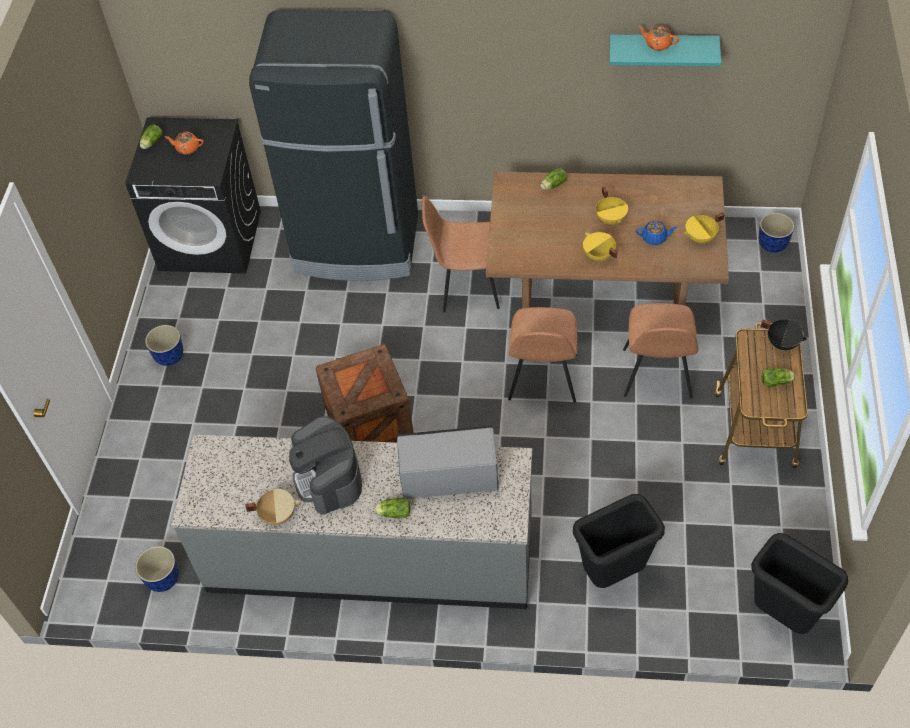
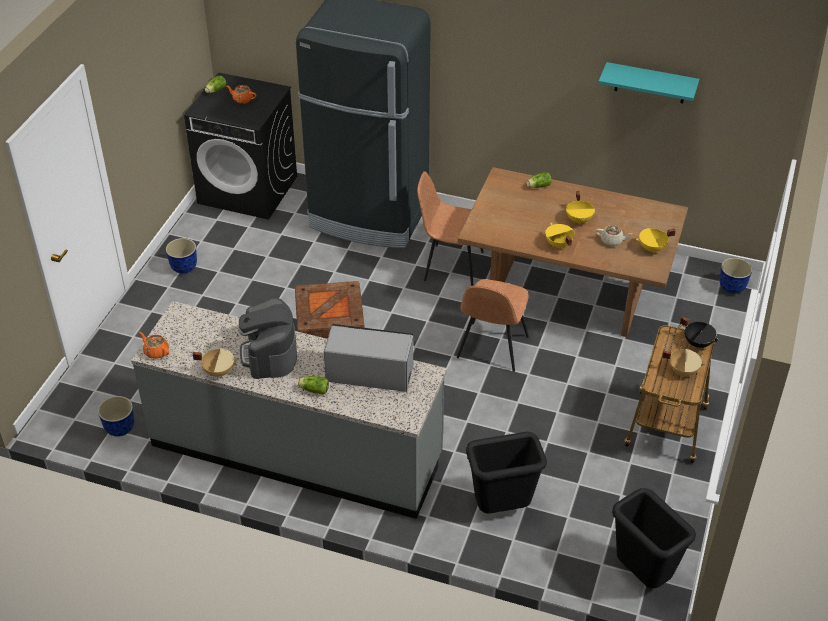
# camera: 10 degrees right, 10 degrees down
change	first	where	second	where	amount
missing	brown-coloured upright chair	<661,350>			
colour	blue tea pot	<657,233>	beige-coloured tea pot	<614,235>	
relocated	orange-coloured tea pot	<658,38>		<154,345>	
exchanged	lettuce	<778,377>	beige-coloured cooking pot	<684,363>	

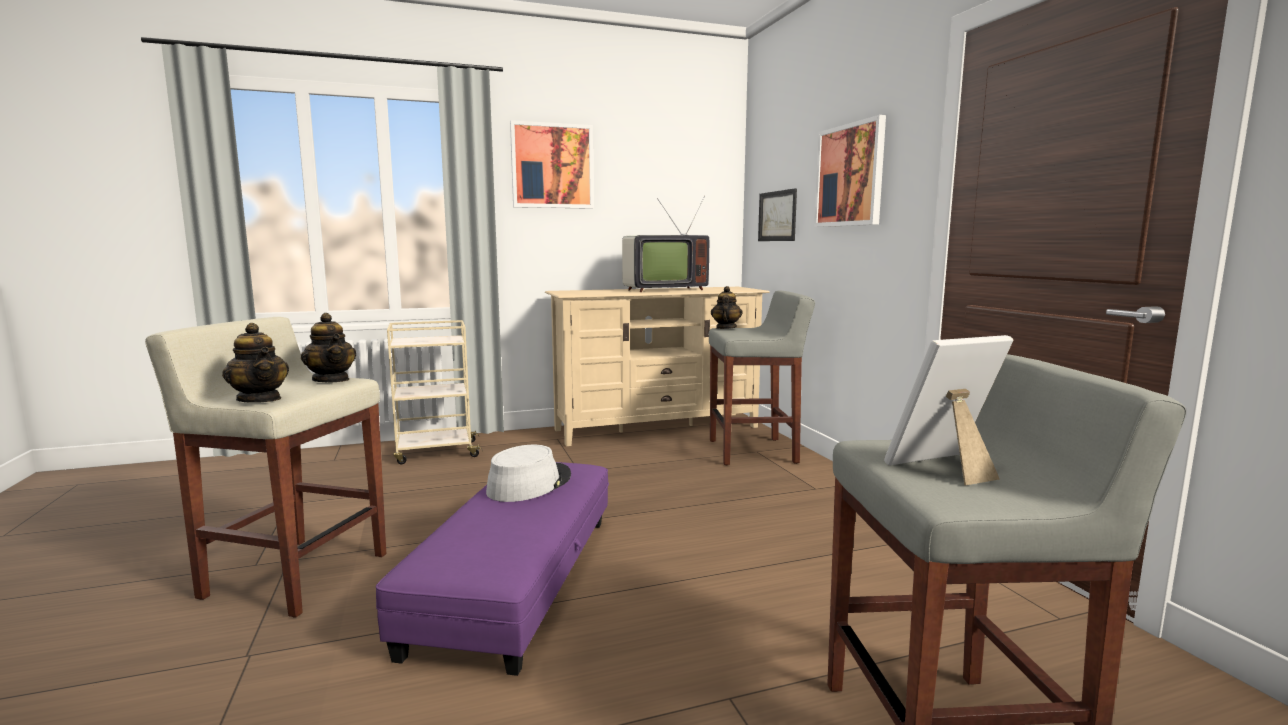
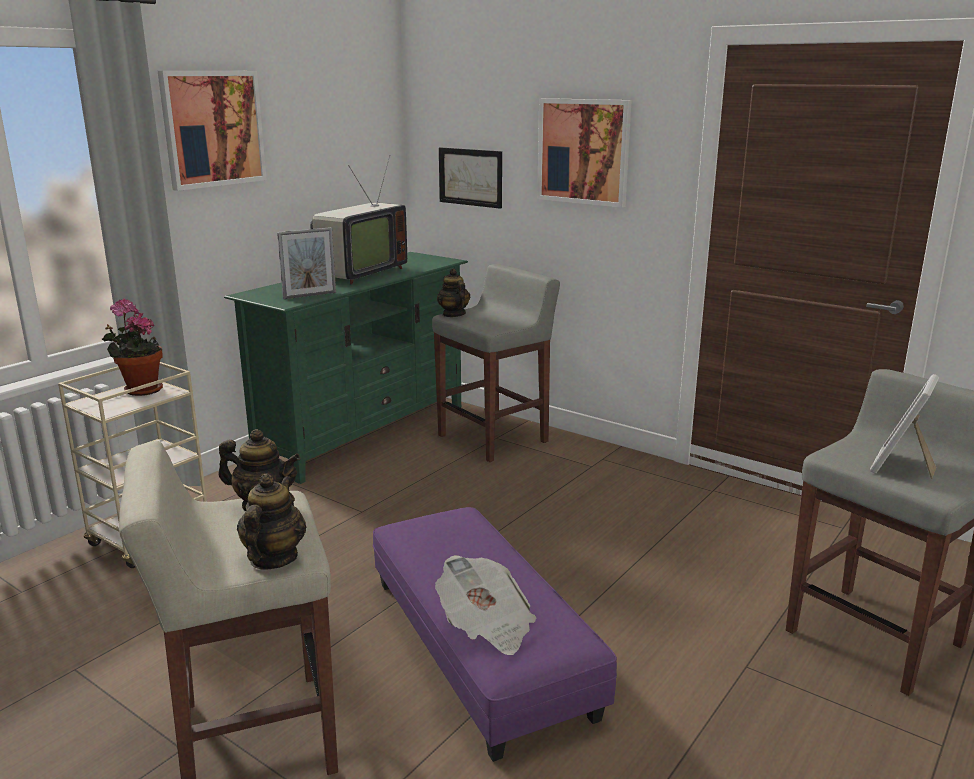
# camera: 35 degrees left, 10 degrees up
change	first	where	second	where	amount
spun	tea pot	<255,363>		<271,521>	90 degrees counterclockwise
missing	gray wearable hat	<528,473>			
colour	beige-coloured tv stand	<657,366>	green-coloured tv stand	<346,368>	
appeared			plant in a pot	<132,347>	
appeared			photo frame	<306,263>	
appeared			newspaper	<485,605>	

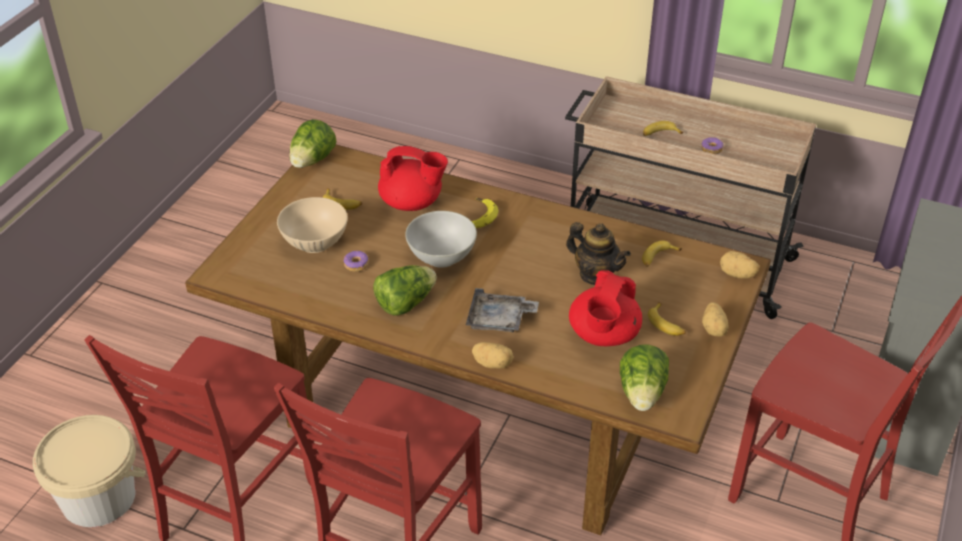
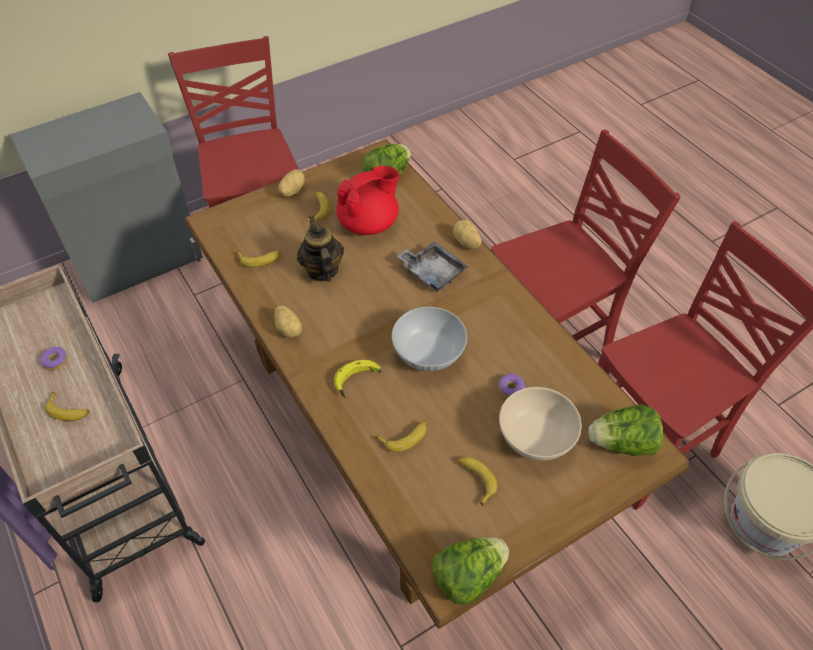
# camera: 145 degrees left, 10 degrees up
change	first	where	second	where	amount
relocated	lettuce	<405,290>		<625,430>	
exchanged	reddish tea pot	<413,178>	banana fruit	<401,436>	
relocated	potato	<740,265>		<288,321>	

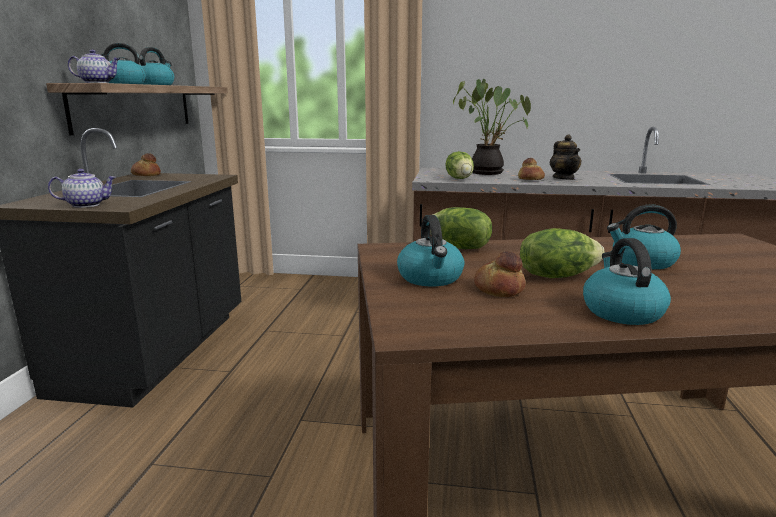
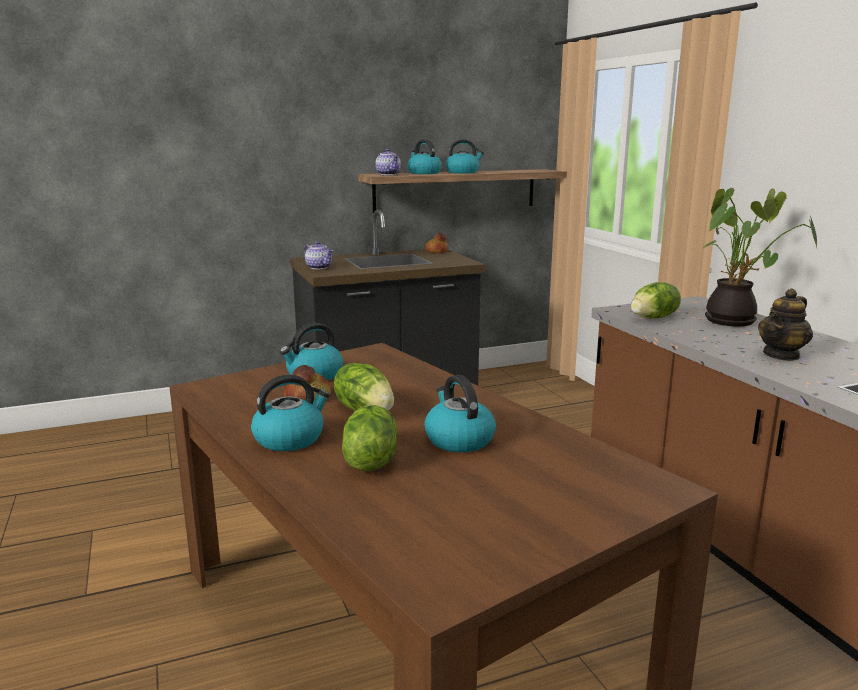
# camera: 60 degrees right, 0 degrees up
change	first	where	second	where	amount
relocated	lettuce	<461,228>		<369,438>	
missing	baked bread	<531,169>			

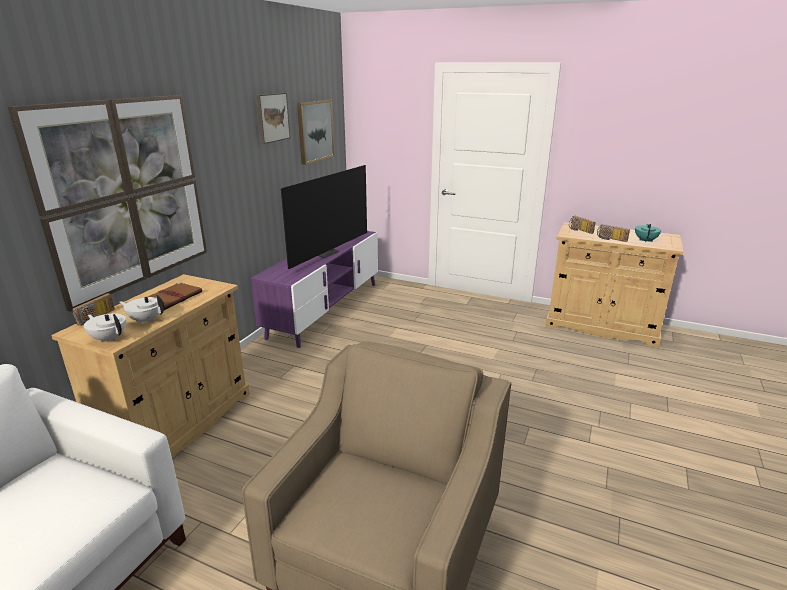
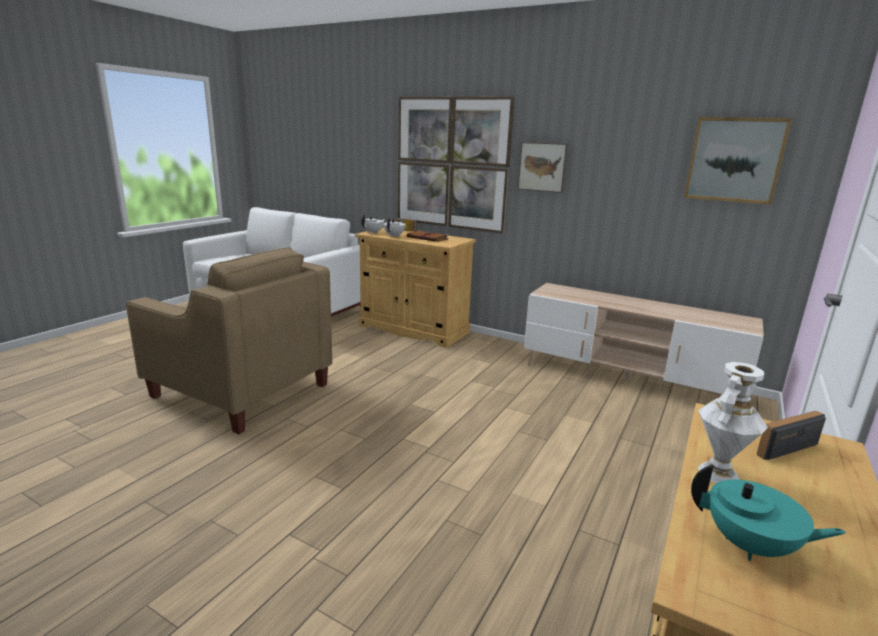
# camera: 95 degrees right, 5 degrees down
change	first	where	second	where	amount
colour	purple tv stand	<314,289>	beige-coloured tv stand	<644,338>	
relocated	wall picture	<272,118>		<543,167>	
missing	TV	<324,217>			
exchanged	radio set	<613,233>	white vase	<733,422>	

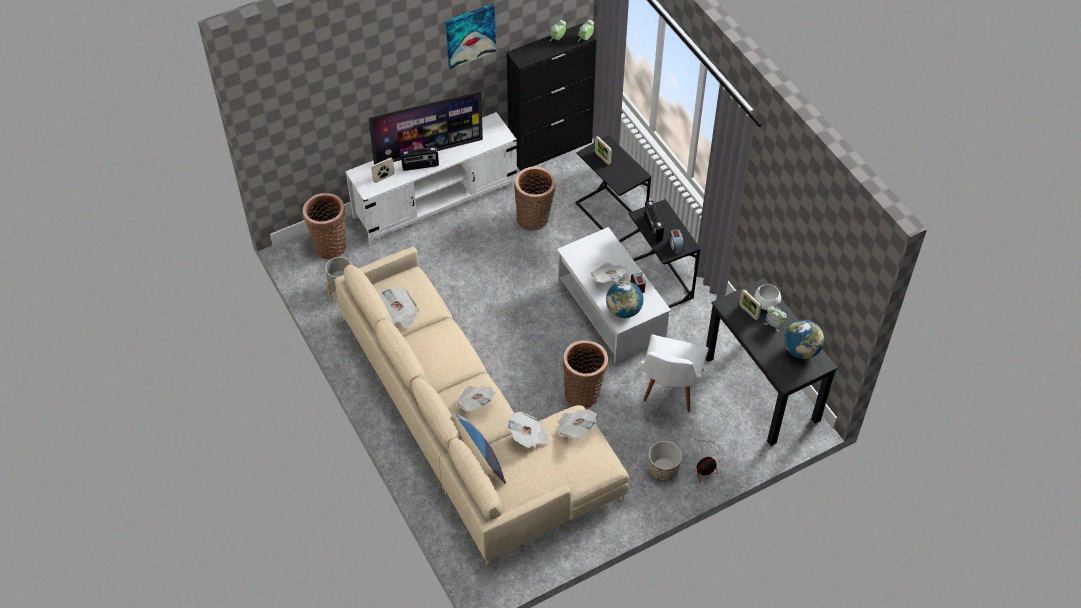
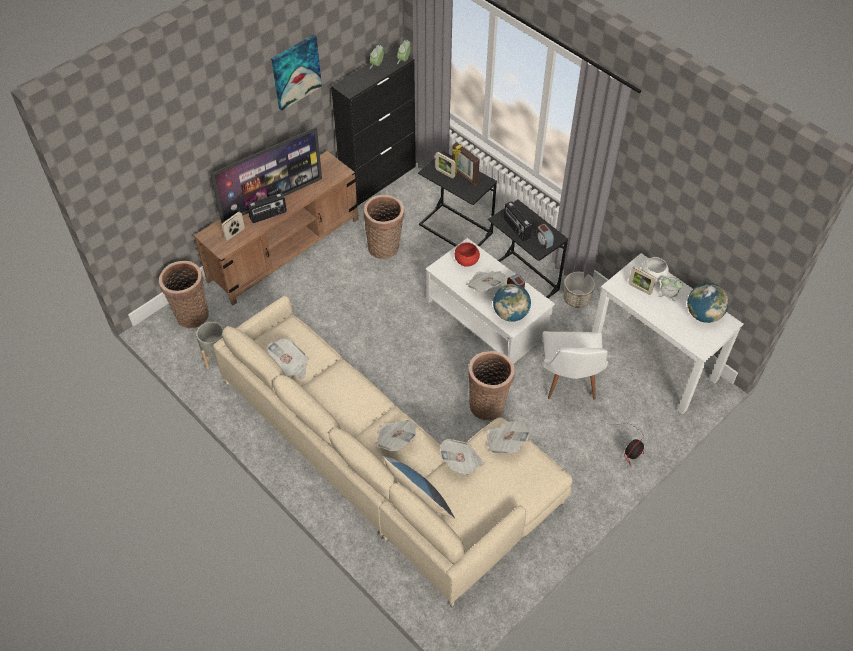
# camera: 15 degrees left, 0 degrees up
change	first	where	second	where	amount
colour	white tv stand	<431,179>	brown-coloured tv stand	<276,228>	
relocated	planter	<665,461>		<579,290>	
colour	black-coloured desk unit	<772,362>	white desk unit	<667,333>	
appeared			photo frame	<466,164>	
appeared			reddish serving bowl	<467,254>	

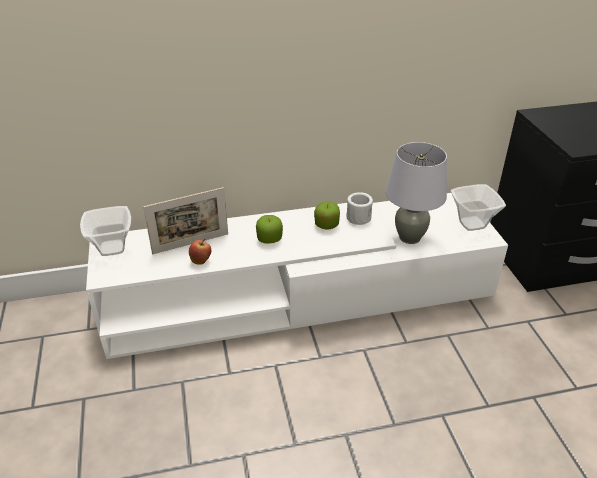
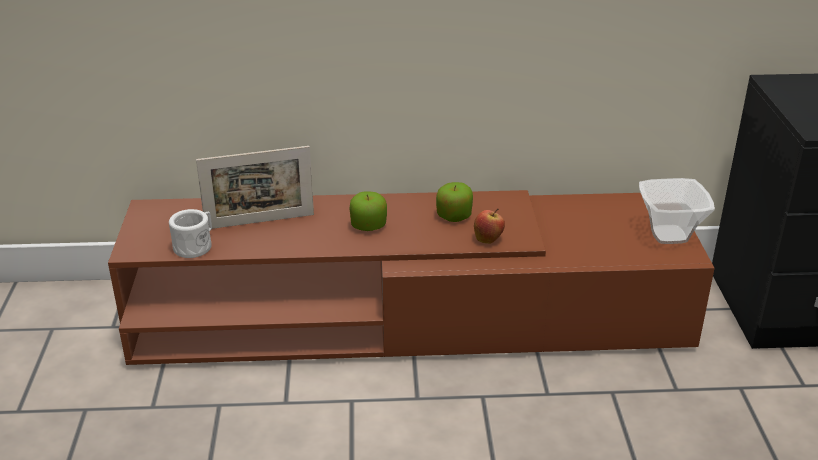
# camera: 10 degrees right, 5 degrees down
change	first	where	second	where	amount
missing	serving bowl	<105,231>			
colour	white tv stand	<297,276>	brown-coloured tv stand	<411,277>	
relocated	apple fruit	<200,252>		<489,226>	
relocated	white coffee mug	<359,208>		<190,233>	
missing	gray table lamp	<416,193>			

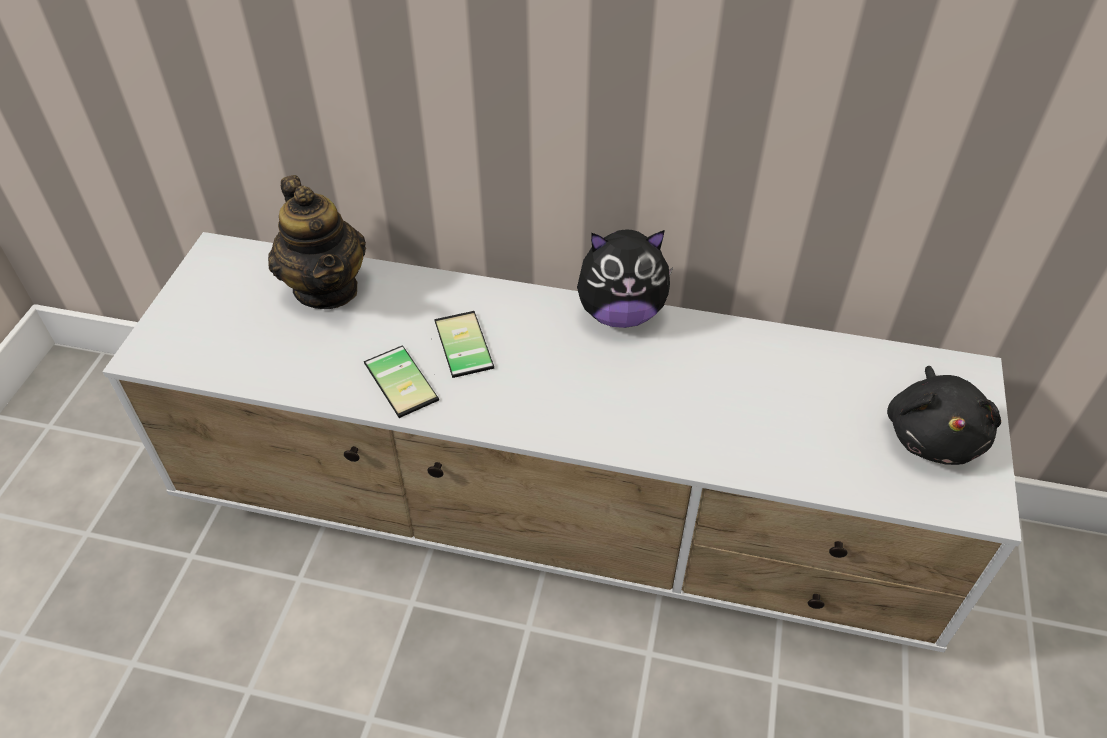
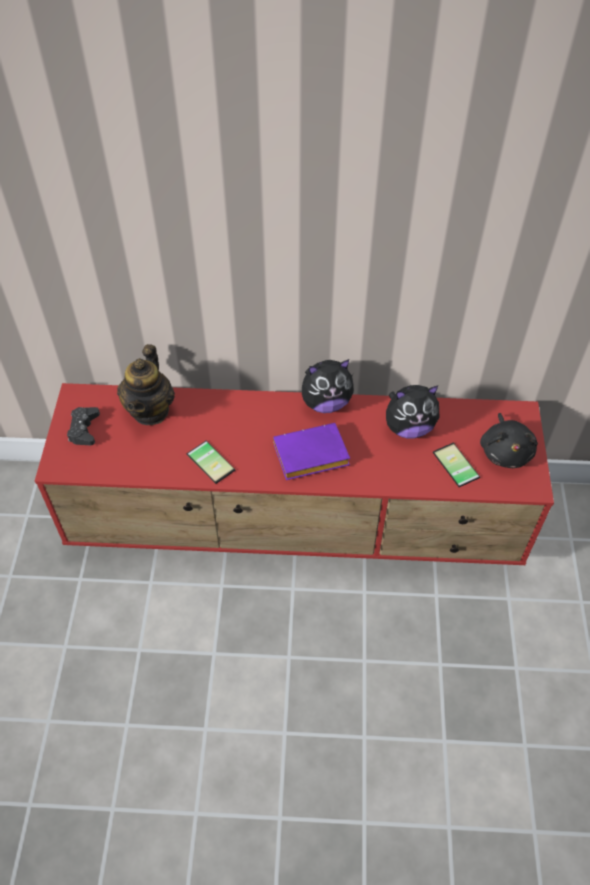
# camera: 10 degrees left, 5 degrees up
change	first	where	second	where	amount
colour	white tv stand	<562,442>	reddish tv stand	<294,474>	
spun	tea pot	<317,242>		<146,384>	45 degrees clockwise
relocated	handset	<464,344>		<456,464>	
appeared			black-coloured game controller	<83,426>	
appeared			purple volume	<311,451>	
appeared			soft toy	<412,412>	

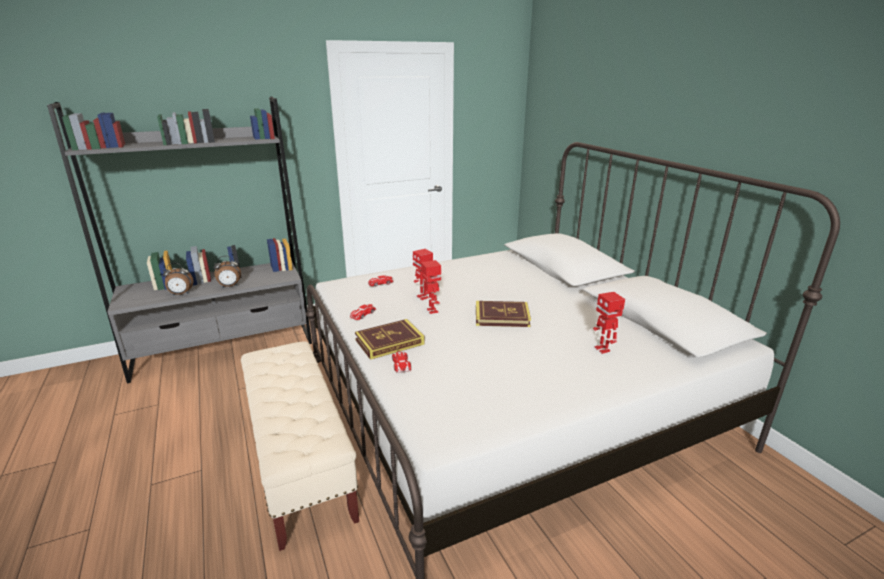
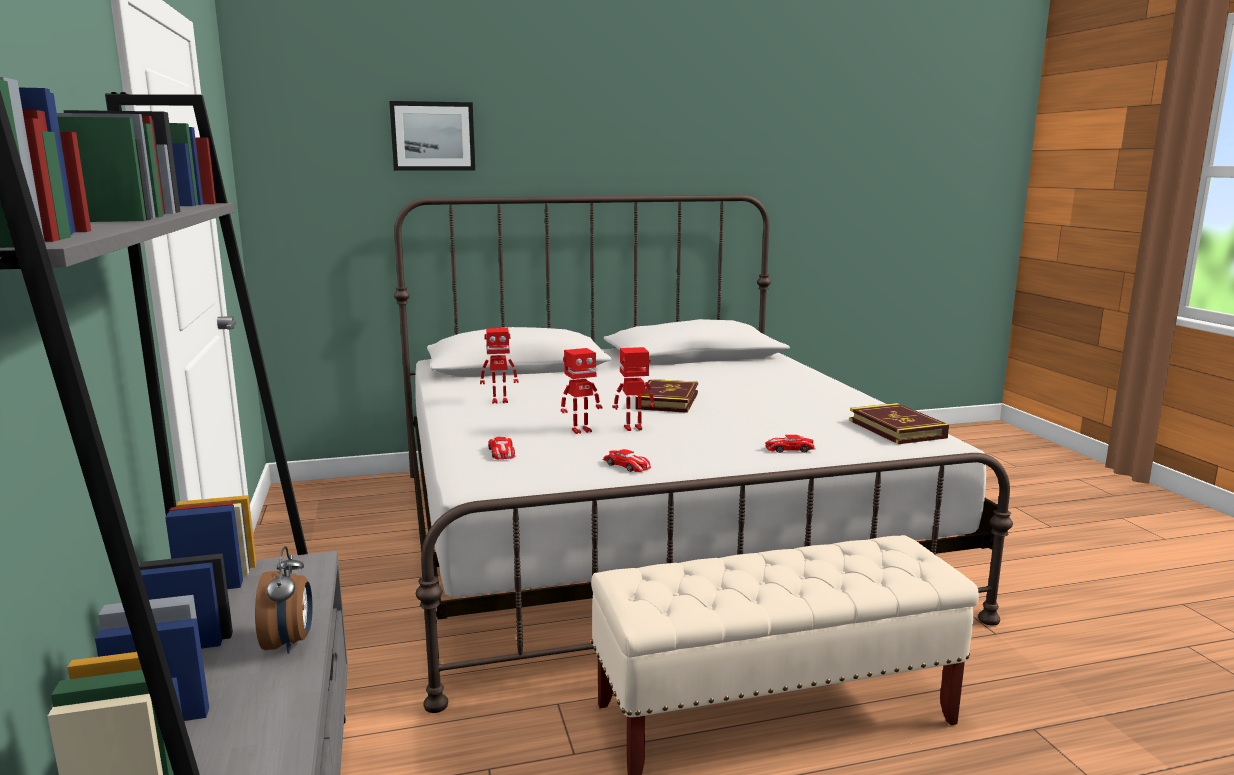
# camera: 80 degrees left, 10 degrees down
change	first	where	second	where	amount
missing	bedside clock	<178,279>			
relocated	volume	<390,339>		<899,423>	
relocated	toy robot	<609,323>		<499,366>	
appeared			wall picture	<432,136>	

